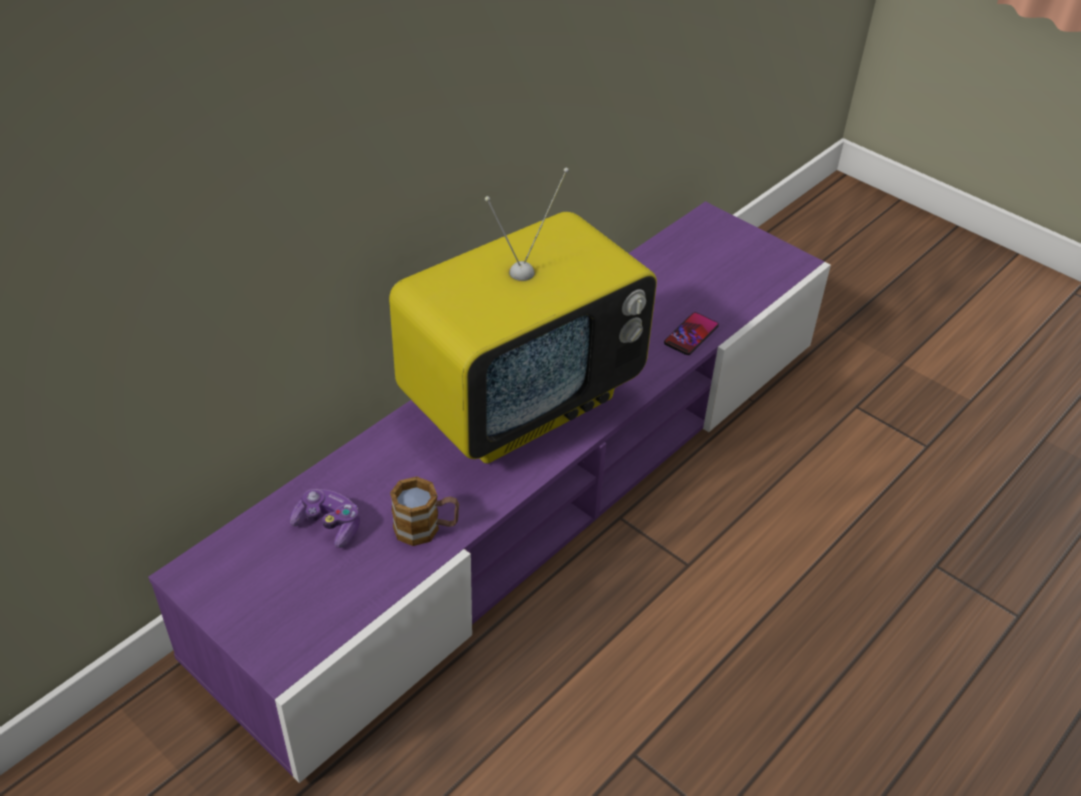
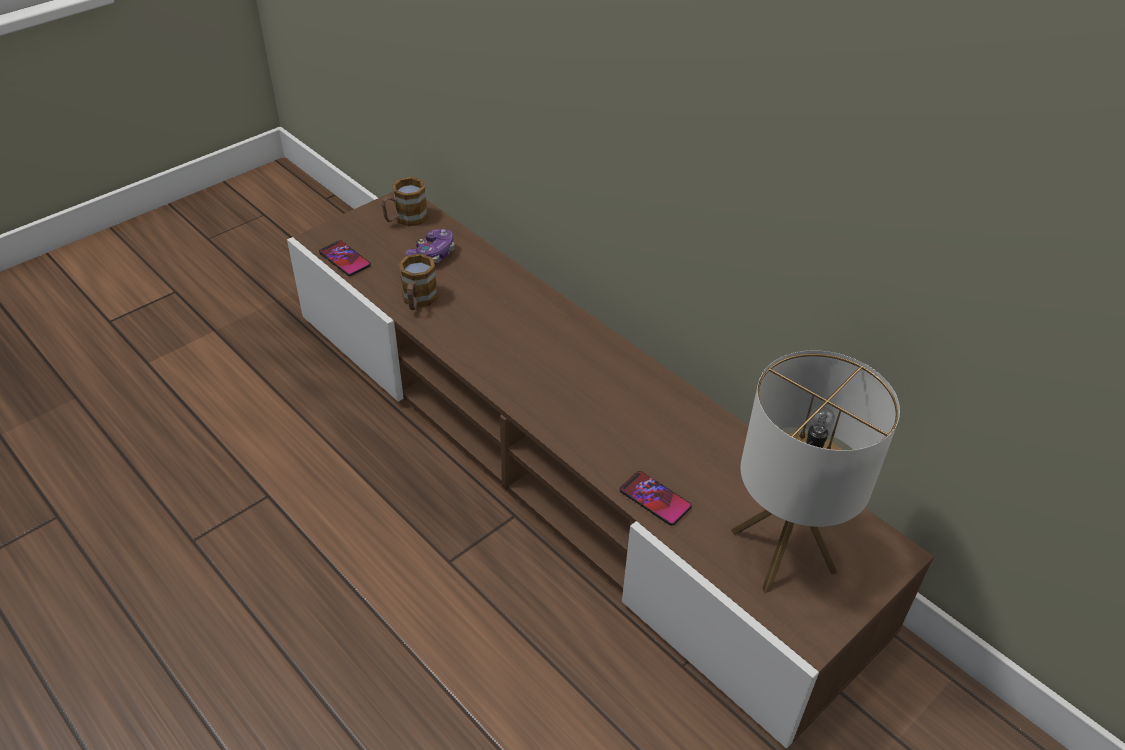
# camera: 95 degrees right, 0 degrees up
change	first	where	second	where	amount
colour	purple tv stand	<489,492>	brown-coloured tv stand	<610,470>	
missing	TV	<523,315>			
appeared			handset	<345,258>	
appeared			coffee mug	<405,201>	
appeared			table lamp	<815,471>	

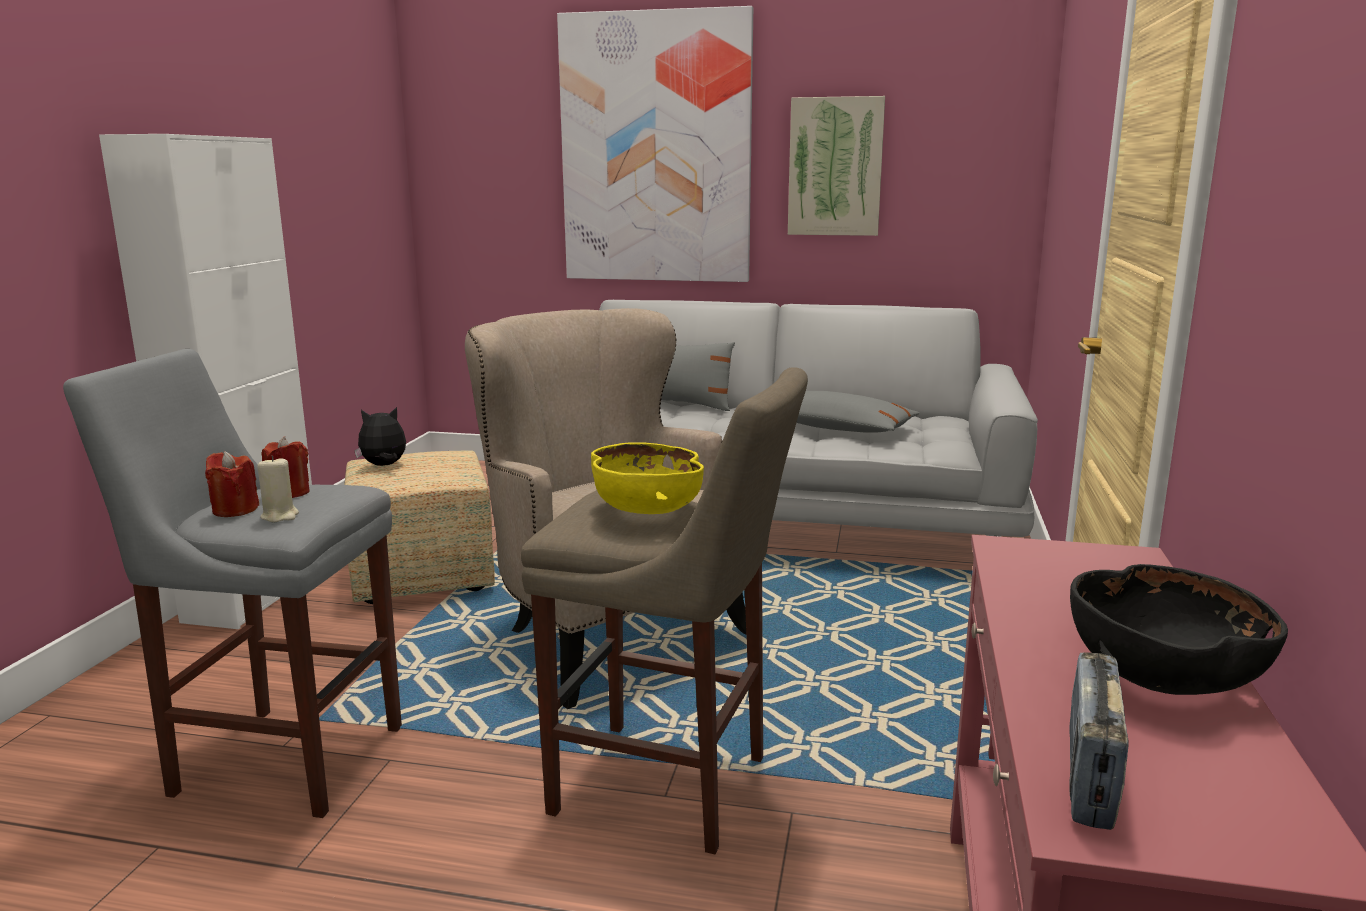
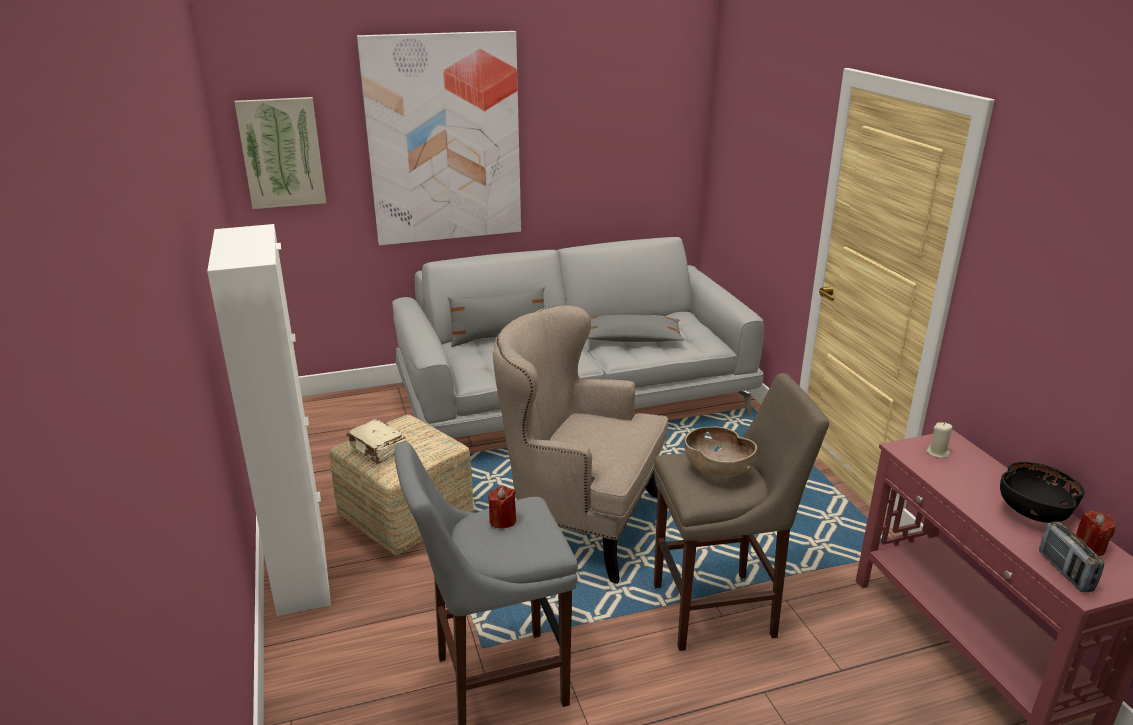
# camera: 30 degrees left, 10 degrees up
change	first	where	second	where	amount
relocated	reddish candle	<232,484>		<1095,533>	
relocated	beige-coloured candle	<278,489>		<939,440>	
exchanged	soft toy	<380,436>	beige-coloured volume	<376,441>	
colour	yellow-coloured serving bowl	<647,478>	brown-coloured serving bowl	<720,452>	
relocated	wall picture	<836,166>		<280,153>	

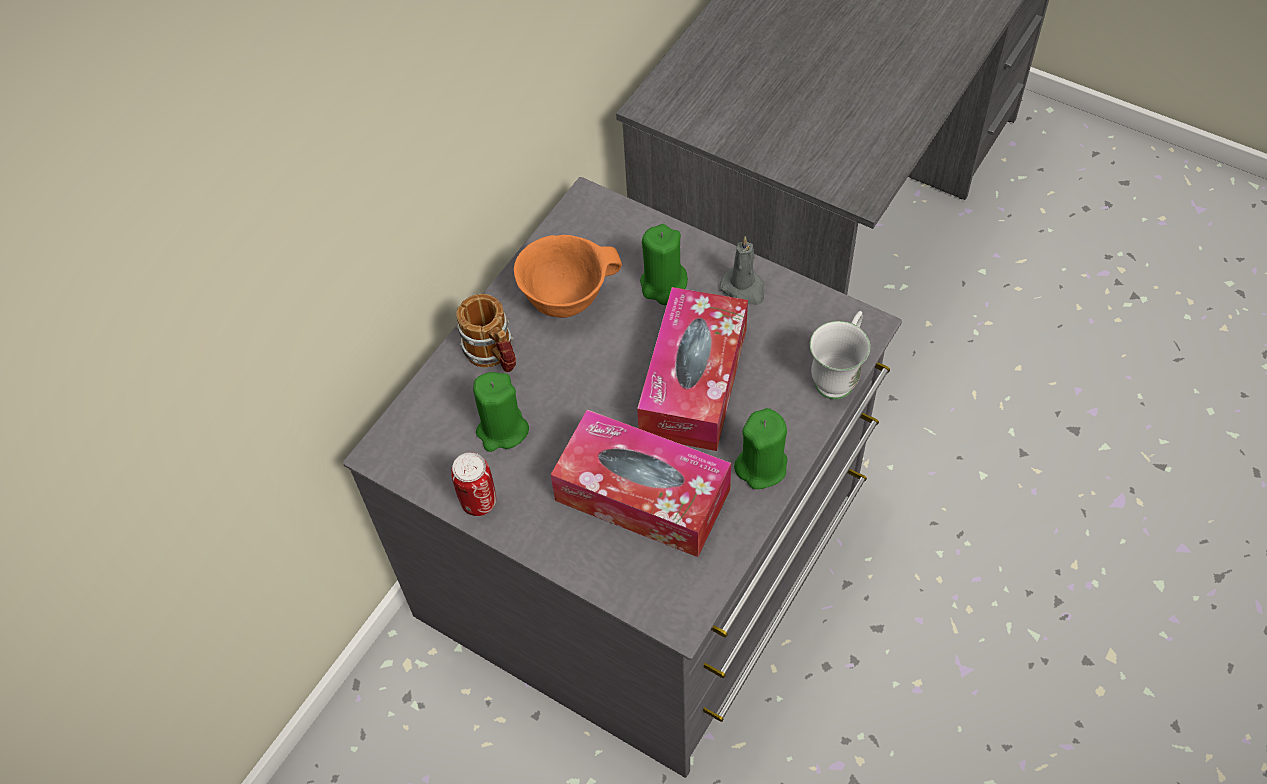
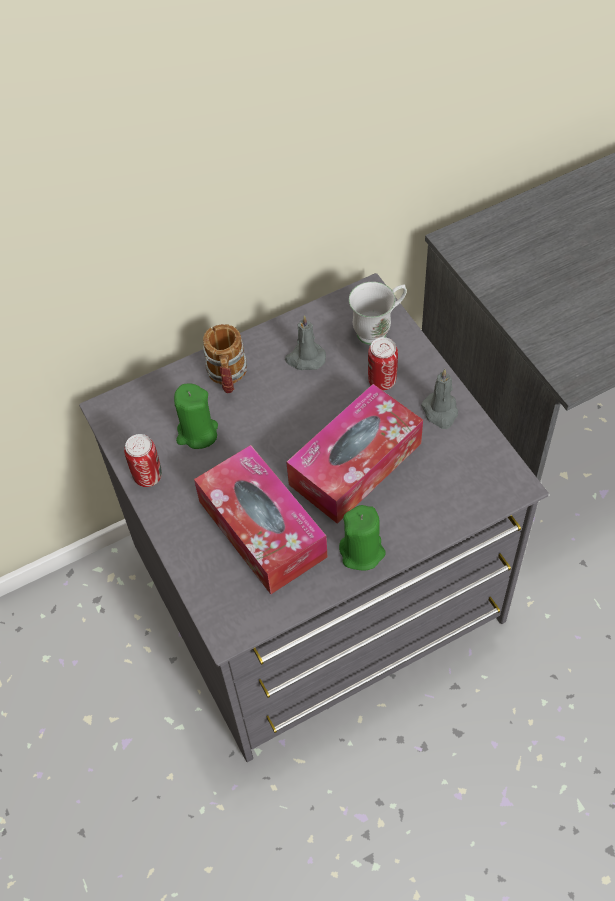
# camera: 30 degrees right, 0 degrees up
change	first	where	second	where	amount
exchanged	orange-coloured serving bowl	<568,276>	gray candle	<305,342>	
exchanged	green-coloured candle	<664,264>	can	<383,364>	
relocated	white coffee mug	<840,355>		<378,313>	

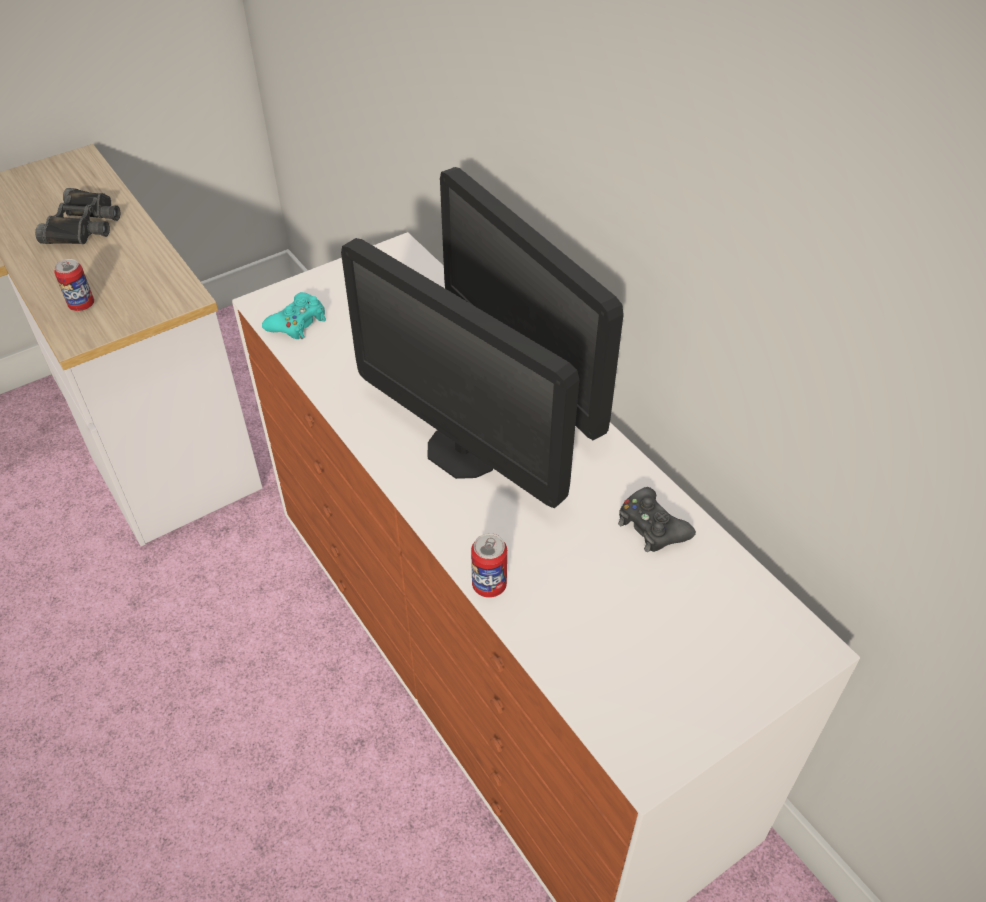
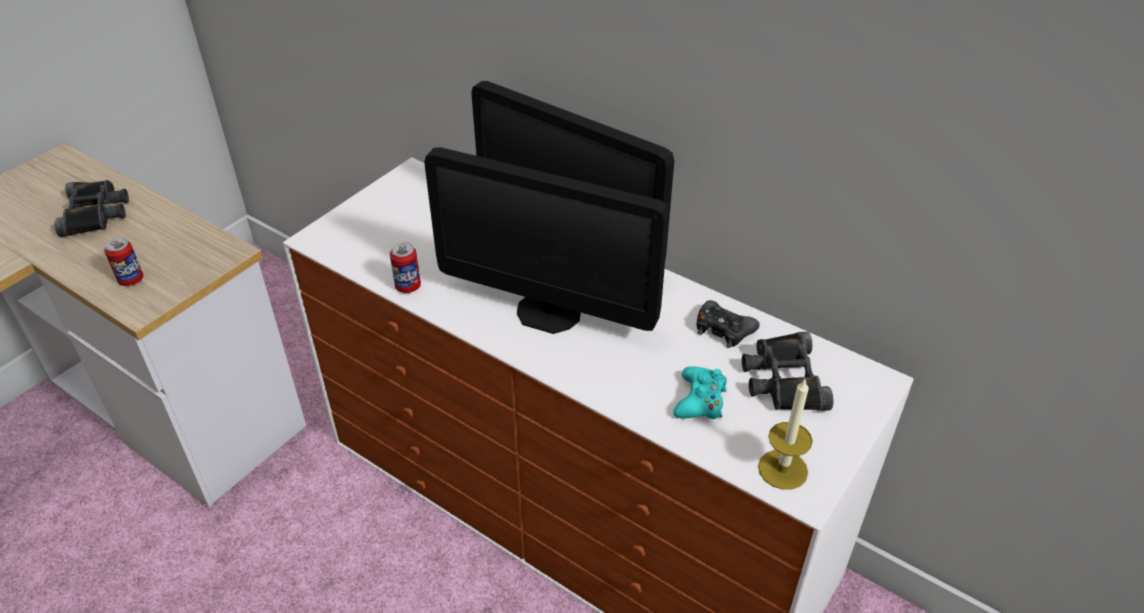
# camera: 20 degrees left, 5 degrees down
change	first	where	second	where	amount
relocated	blue-green game controller	<294,315>		<700,392>	
relocated	can	<489,565>		<405,267>	
appeared			black-coloured field glasses	<788,371>	
appeared			candle	<785,435>	

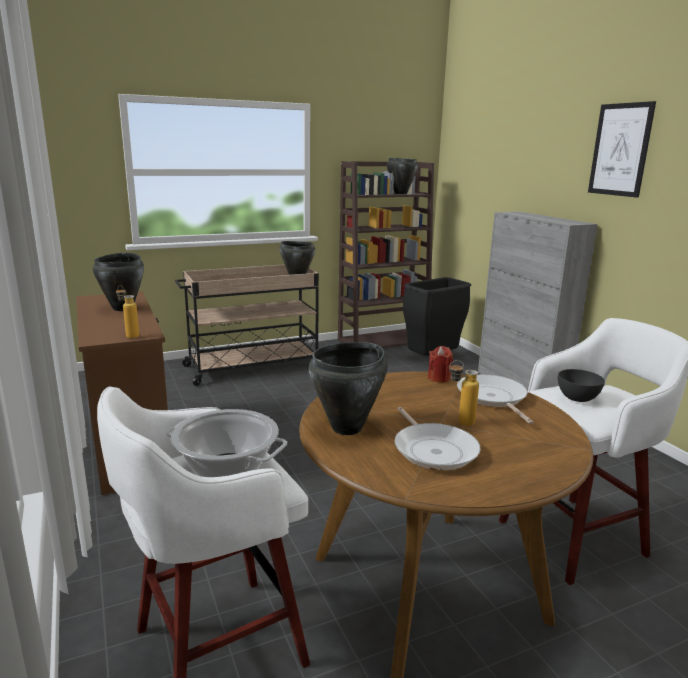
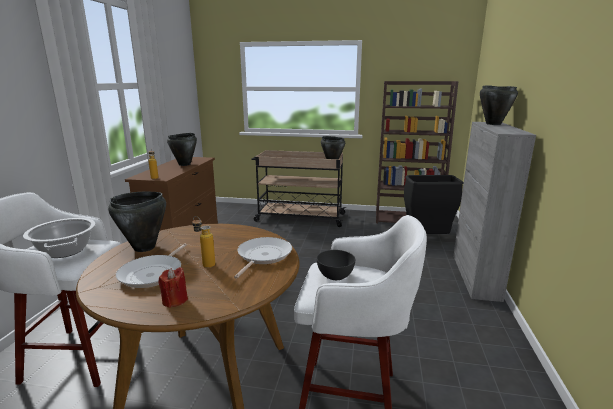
# camera: 35 degrees right, 0 degrees up
change	first	where	second	where	amount
relocated	black-coloured cooking pot	<402,176>		<499,105>	
relocated	reddish candle	<440,364>		<173,287>	
missing	wall picture	<622,149>			

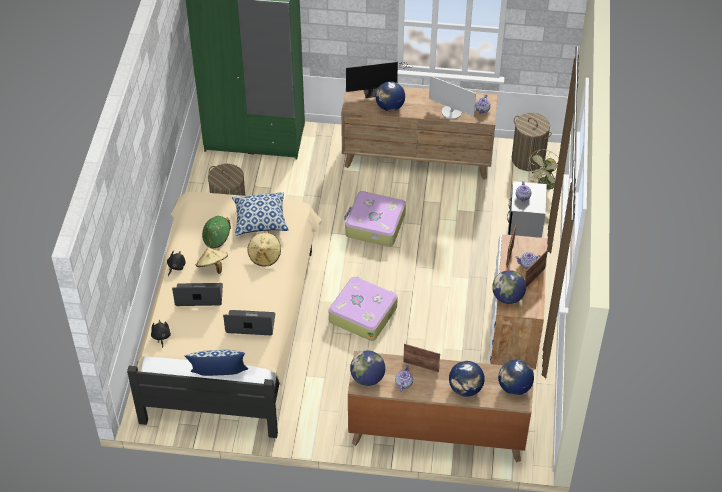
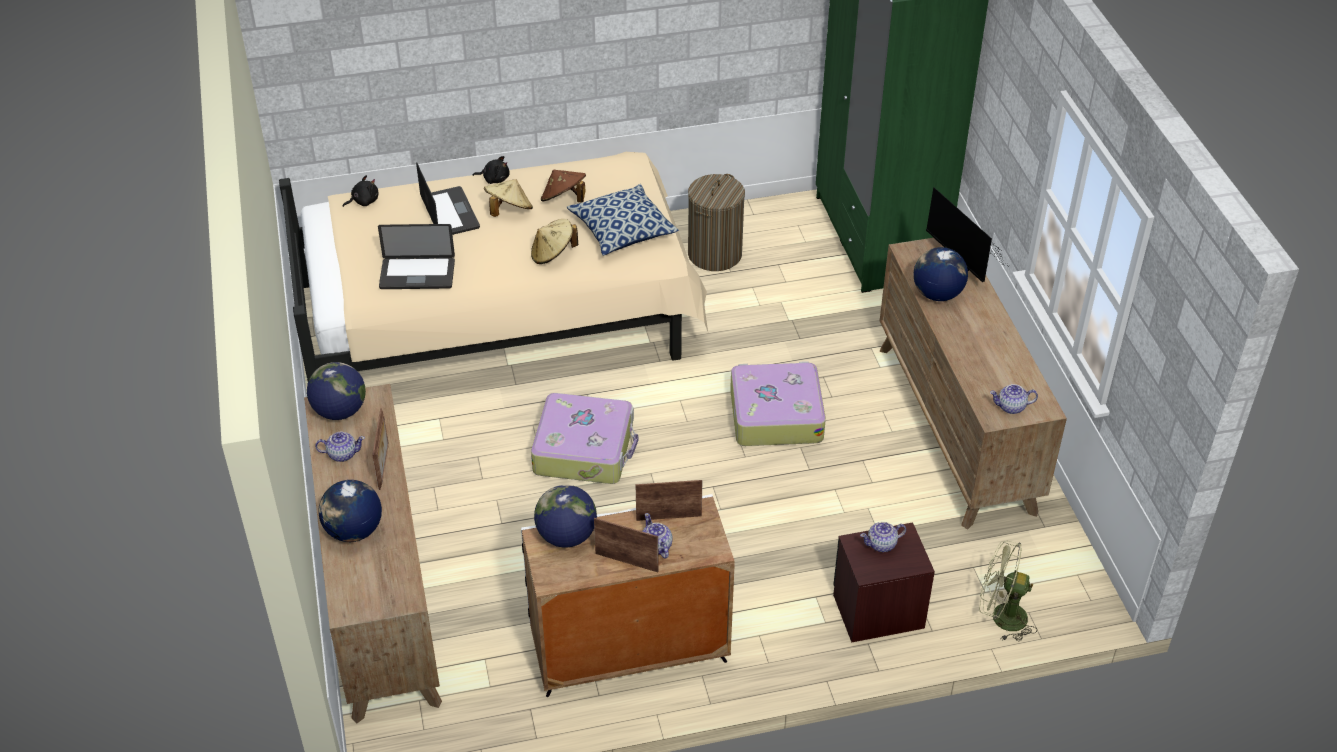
# camera: 70 degrees right, 5 degrees down
change	first	where	second	where	amount
missing	pillow	<216,363>			
colour	green-coloured wearable hat	<216,232>	brown-coloured wearable hat	<563,186>	
spun	laptop	<249,322>		<416,256>	105 degrees clockwise
missing	monitor	<452,97>			
missing	desk globe	<516,377>			
colour	gray nightstand	<527,209>	brown-coloured nightstand	<884,582>	
missing	hamper	<532,142>			

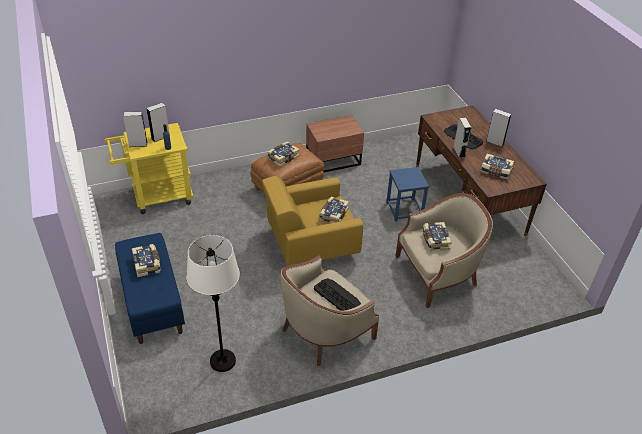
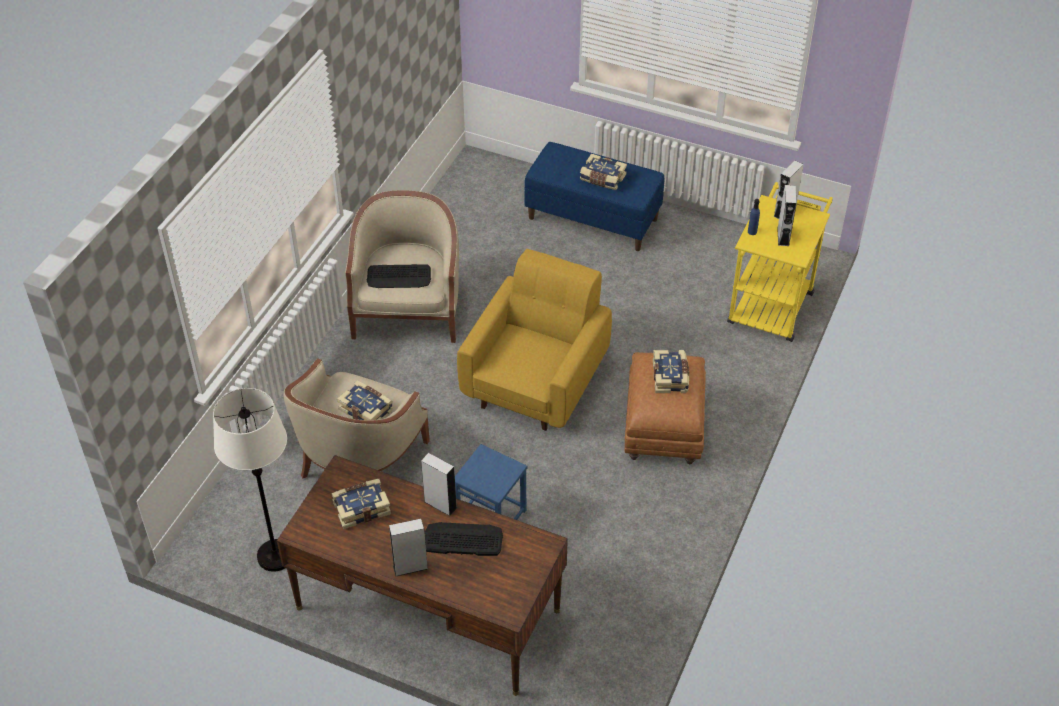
# camera: 135 degrees right, 5 degrees up
change	first	where	second	where	amount
relocated	white floor lamp	<213,303>		<250,480>	
missing	brown-coloured nightstand	<335,144>			
missing	volume	<334,210>			

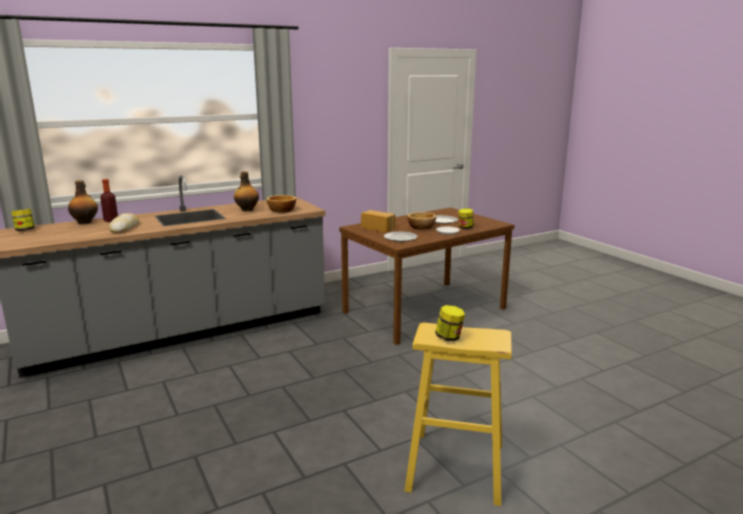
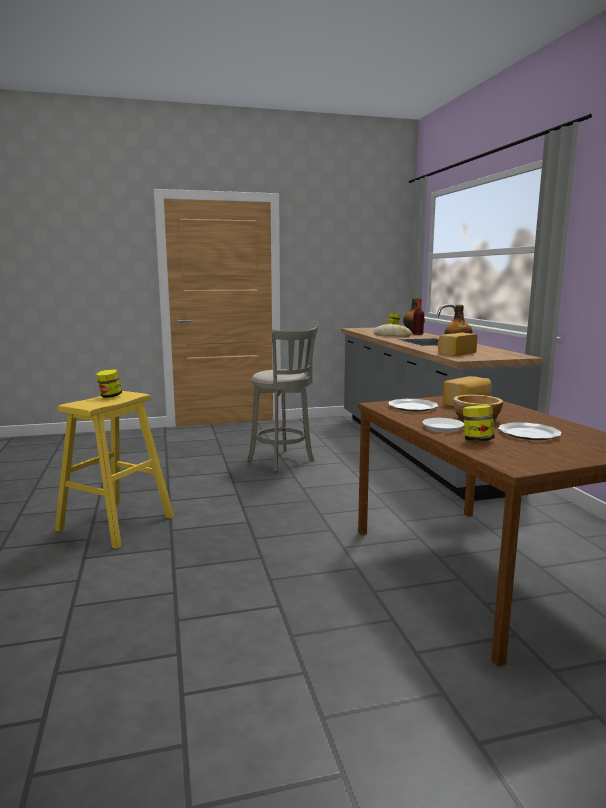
# camera: 105 degrees right, 5 degrees down
change	first	where	second	where	amount
exchanged	serving bowl	<281,203>	baked bread	<458,344>	
appeared			gray stool seat	<282,398>	

